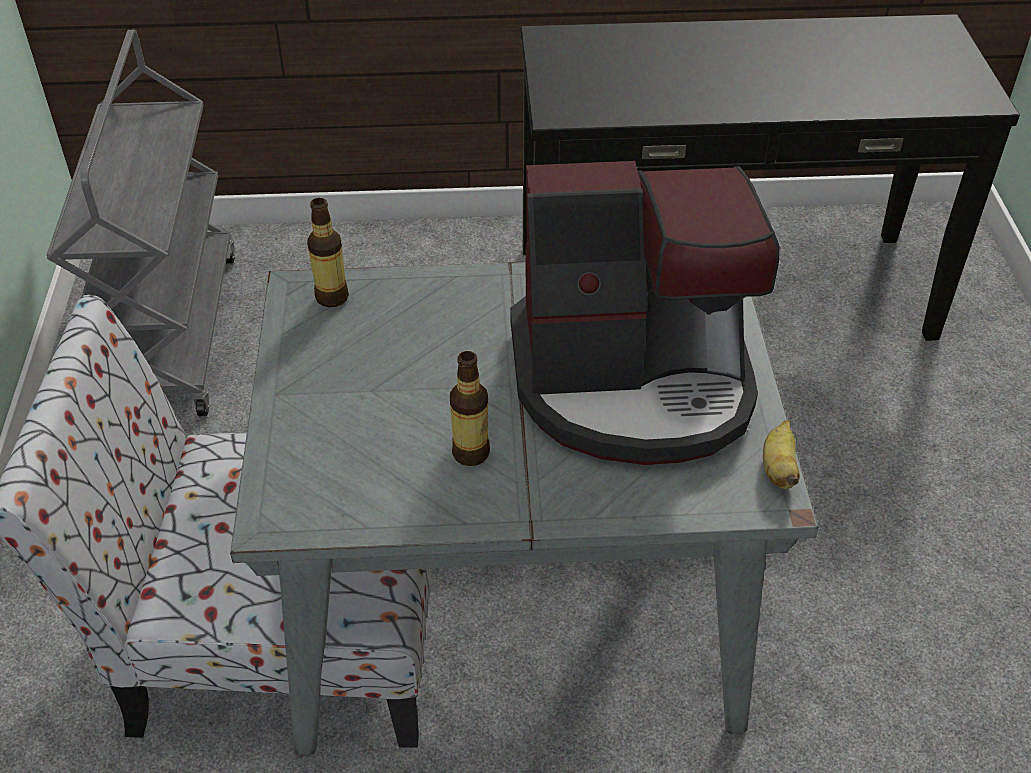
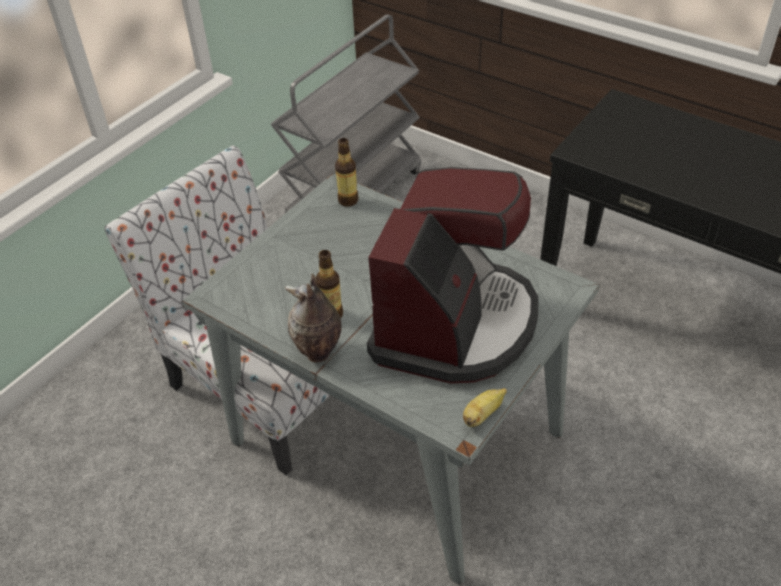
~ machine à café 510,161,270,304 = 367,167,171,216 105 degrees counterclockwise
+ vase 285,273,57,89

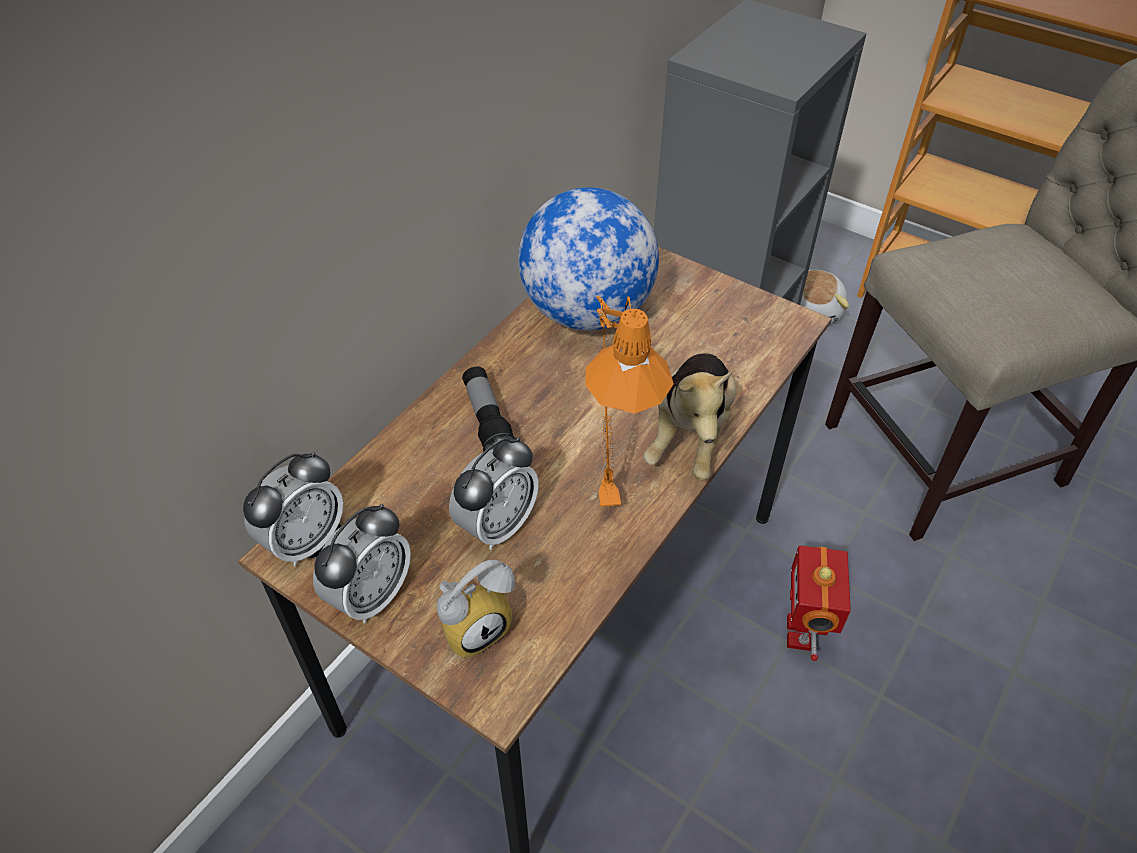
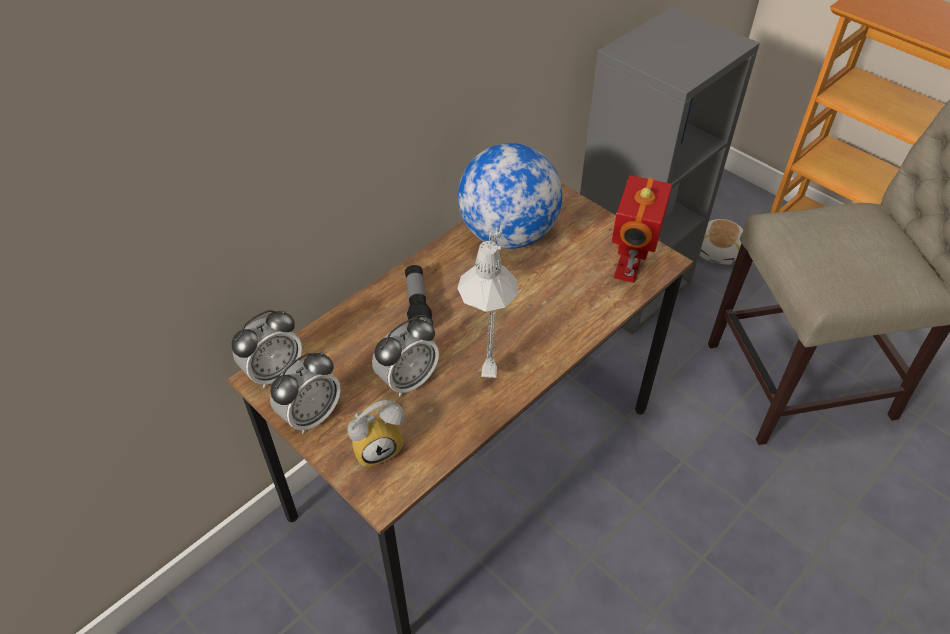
~ lampe de table (orange) 585,296,89,213 to lampe de table (gris) 457,225,61,153
- peluche 644,353,92,128
~ robot jouet 787,545,64,116 to 612,175,60,108

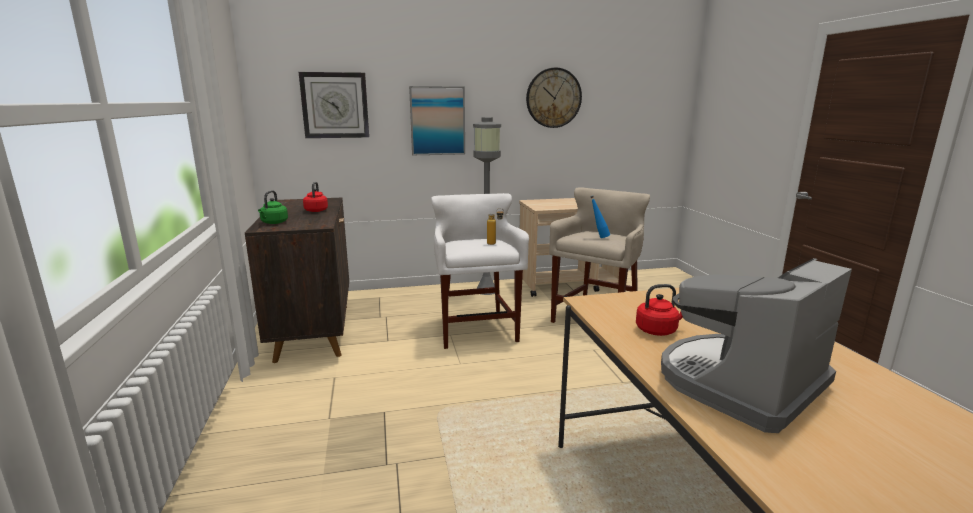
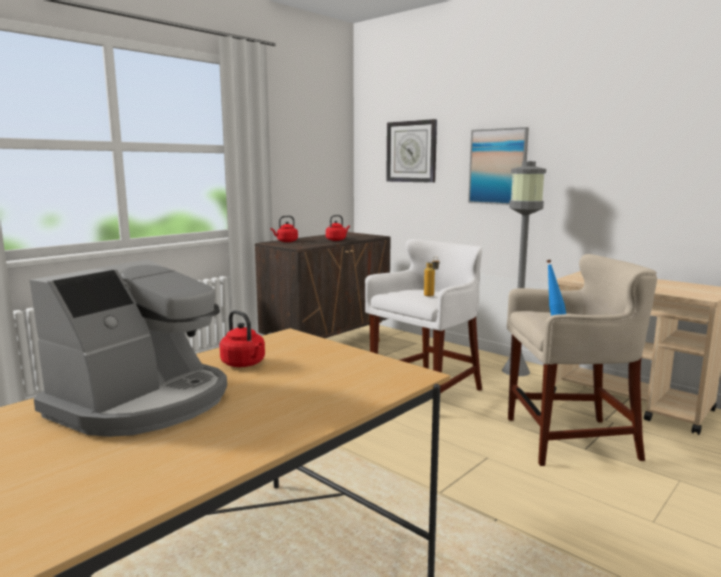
~ bouilloire (vert) 258,190,30,34 to bouilloire (rouge) 271,216,27,26
- horloge murale 526,68,56,60
~ machine à café 661,258,191,175 = 30,260,197,177 105 degrees clockwise

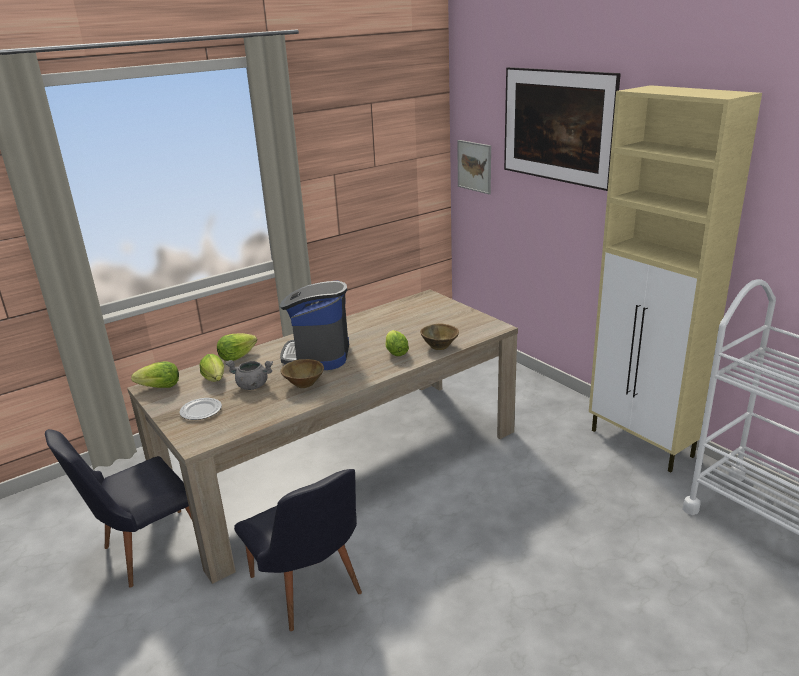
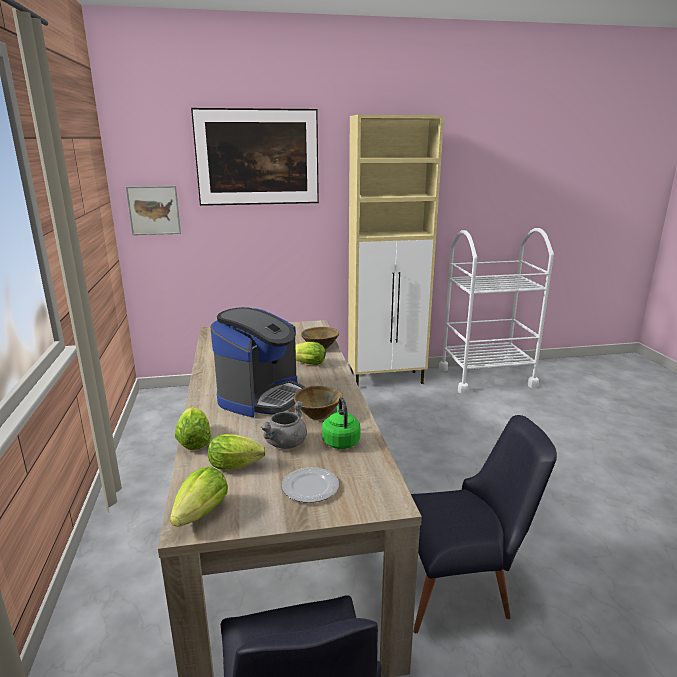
~ machine à café 280,281,69,89 = 211,307,94,110 90 degrees counterclockwise
+ bouilloire (vert) 322,397,38,52

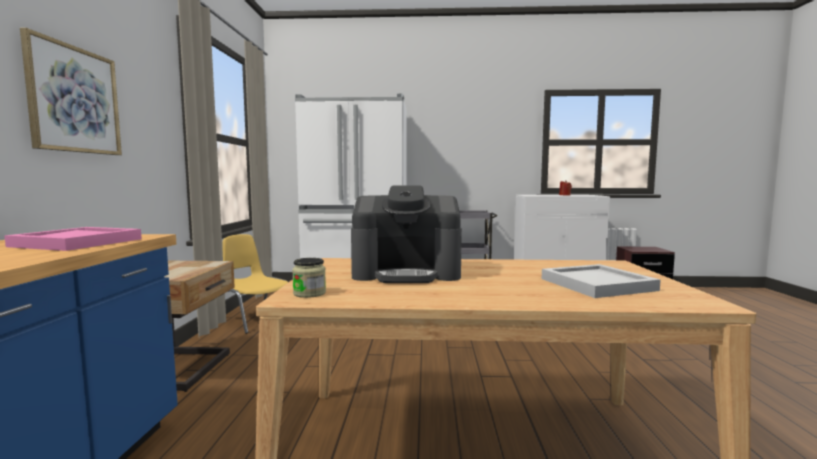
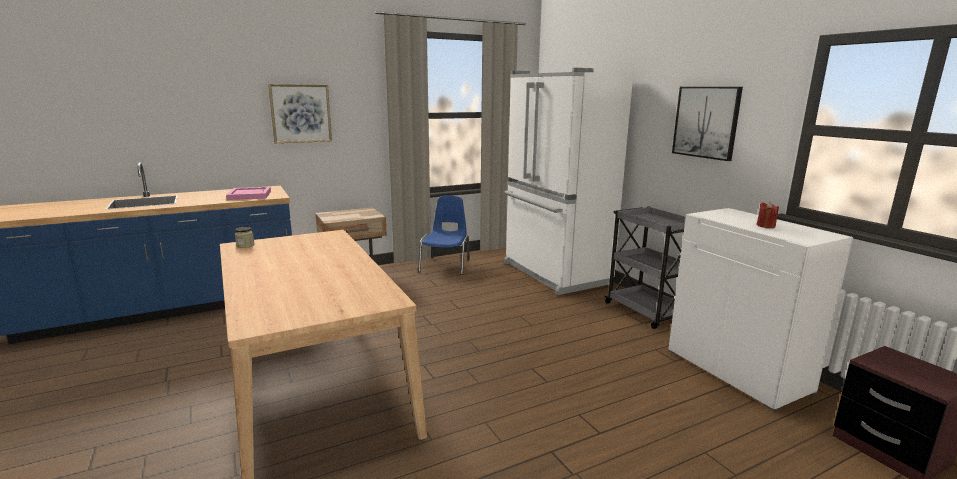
~ chaise (jaune) 222,234,66,100 to chaise (bleu) 418,195,52,80
- machine à café 351,185,111,98
- plateau (blanc) 542,264,119,34
+ tableau 672,87,71,74

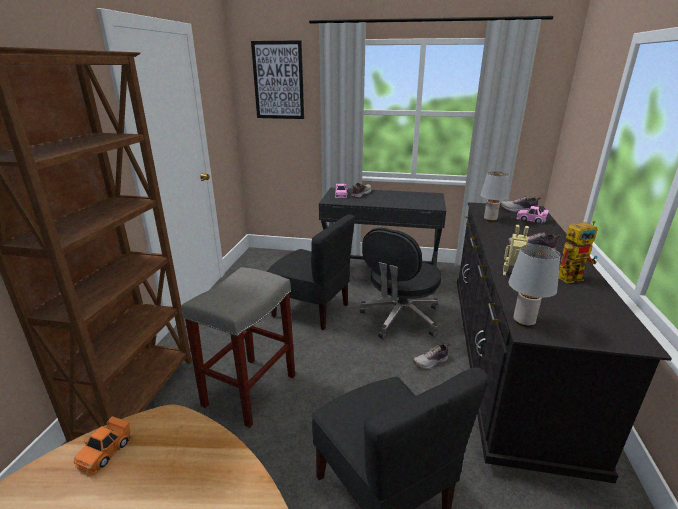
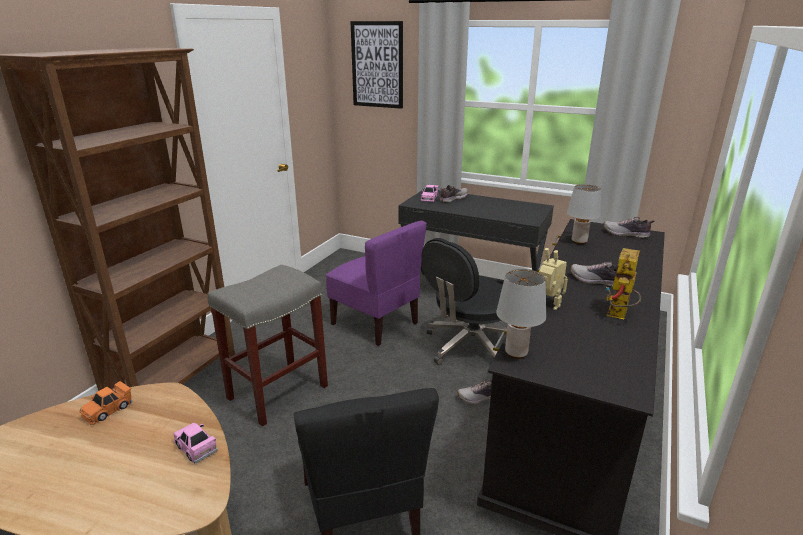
~ chaise (noir) 266,214,89,116 to chaise (violet) 326,221,101,125
~ petite voiture (rose) 516,206,33,18 to 173,423,44,40
~ robot jouet 559,221,39,63 = 606,248,35,71 120 degrees clockwise

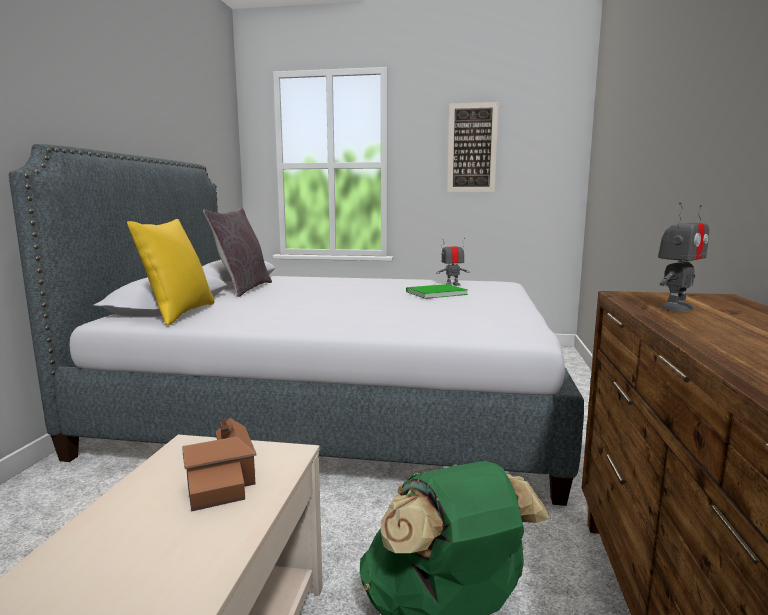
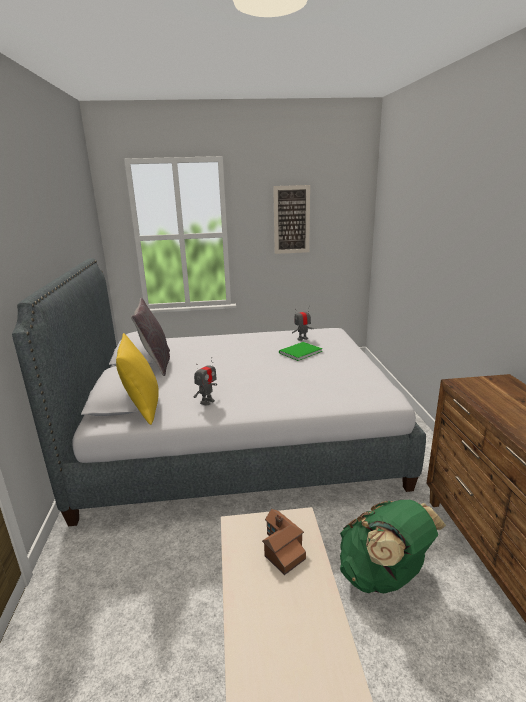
~ robot jouet 658,202,51,110 to 194,357,23,48

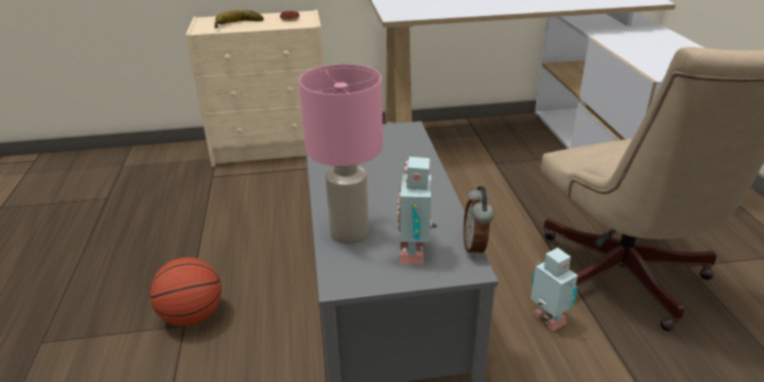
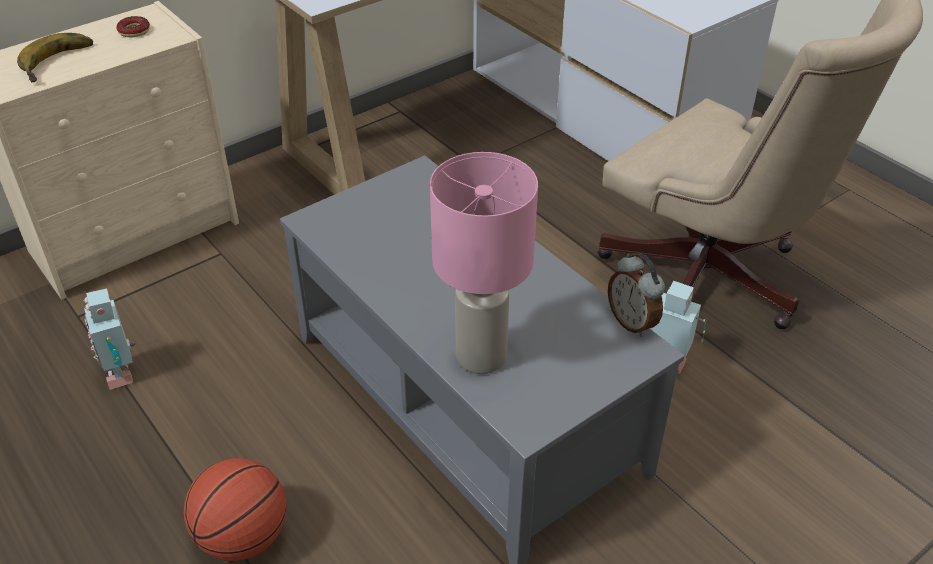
~ robot jouet 395,157,42,108 to 83,288,52,102

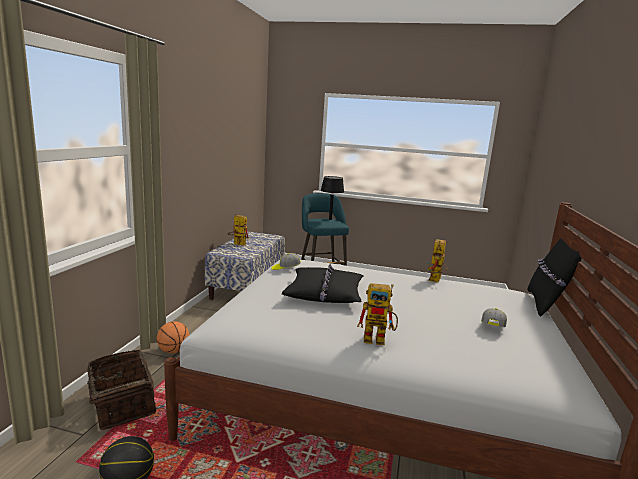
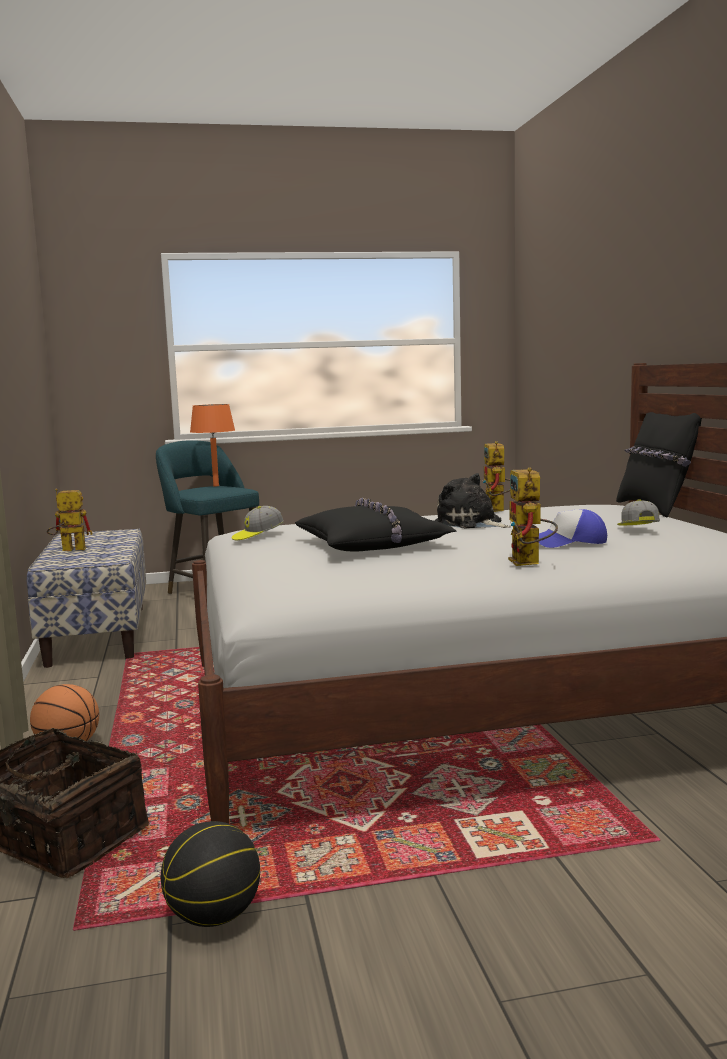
~ lampe de table (noir) 321,176,23,44 to lampe de table (orange) 190,404,45,83
~ robot jouet 357,283,41,62 = 508,467,50,99 105 degrees clockwise
+ peluche 435,473,76,55
+ casquette 539,509,68,39

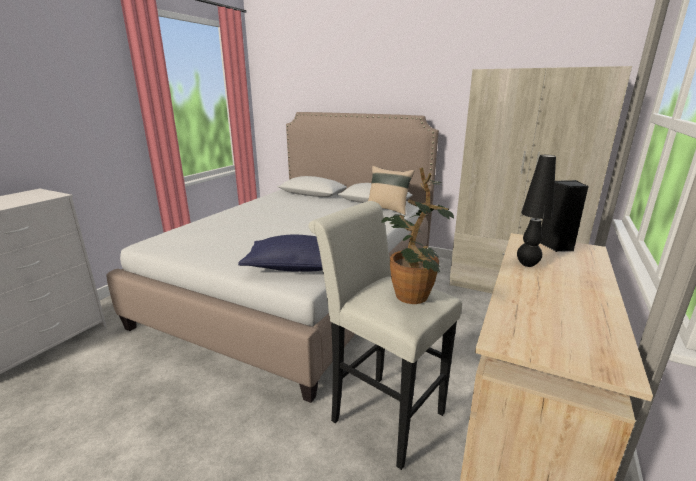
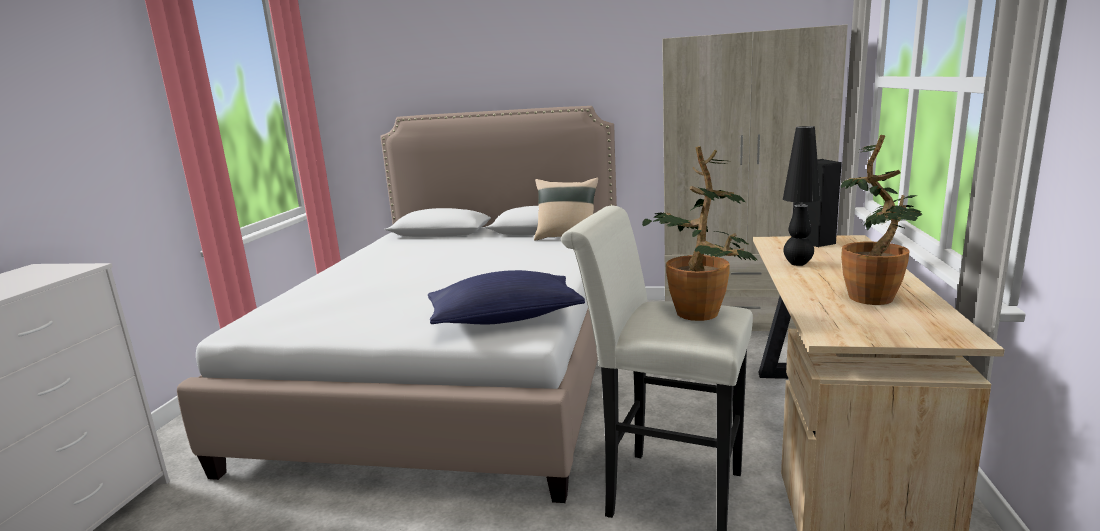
+ plante en pot 841,135,81,170

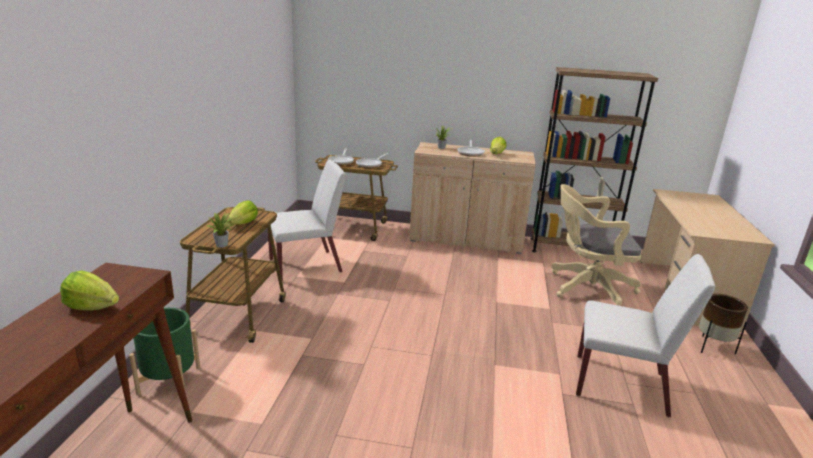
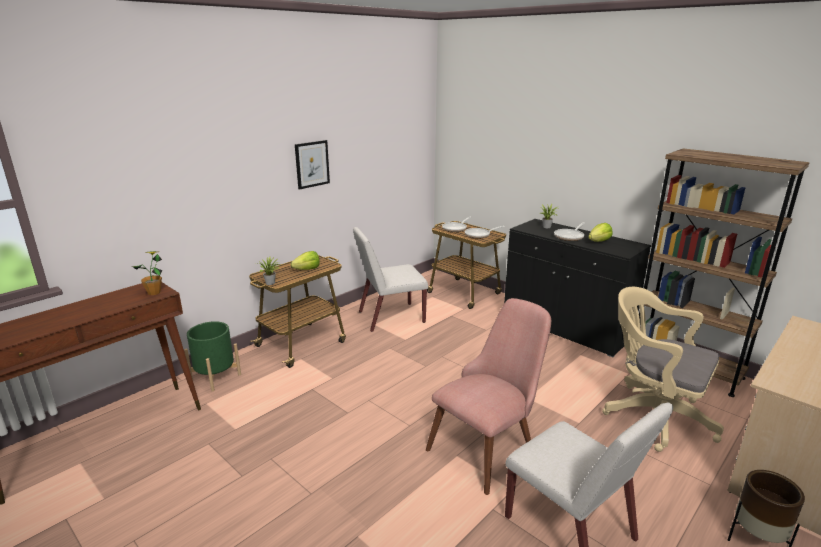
- laitue 60,271,59,40
~ chaise (blanc) 267,160,79,121 = 353,227,75,105 150 degrees clockwise
~ meuble de rangement (beige) 409,142,127,112 to meuble de rangement (noir) 504,219,147,138
+ plante en pot 132,251,31,44
+ tableau 295,140,35,49
+ chaise (rose) 426,298,125,197

